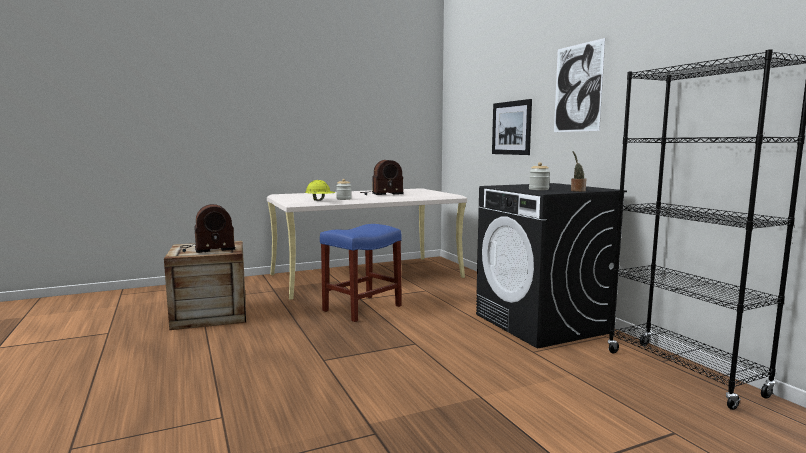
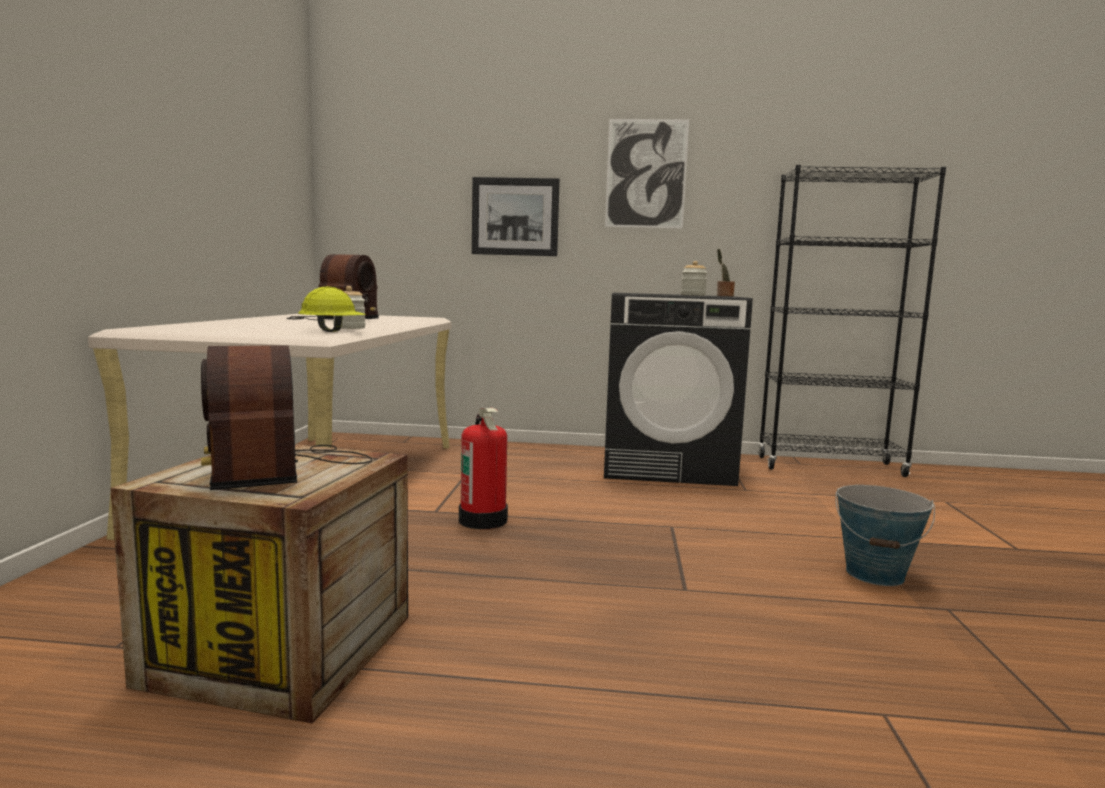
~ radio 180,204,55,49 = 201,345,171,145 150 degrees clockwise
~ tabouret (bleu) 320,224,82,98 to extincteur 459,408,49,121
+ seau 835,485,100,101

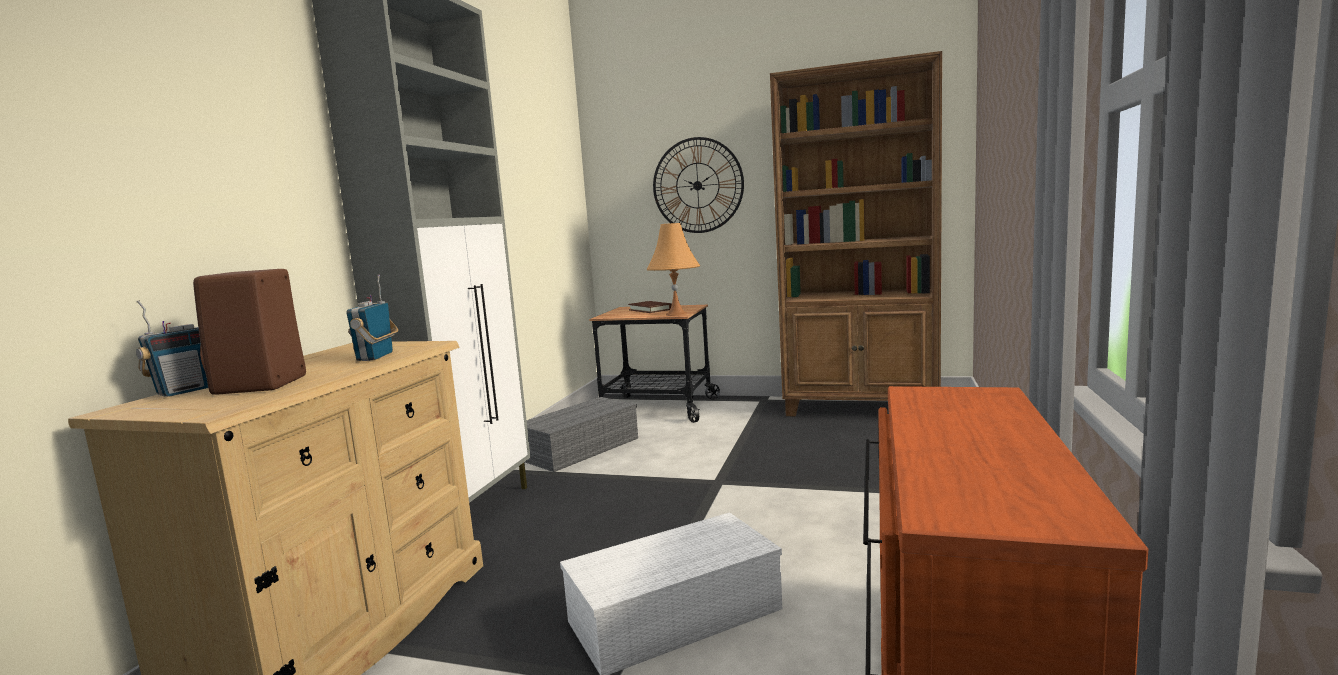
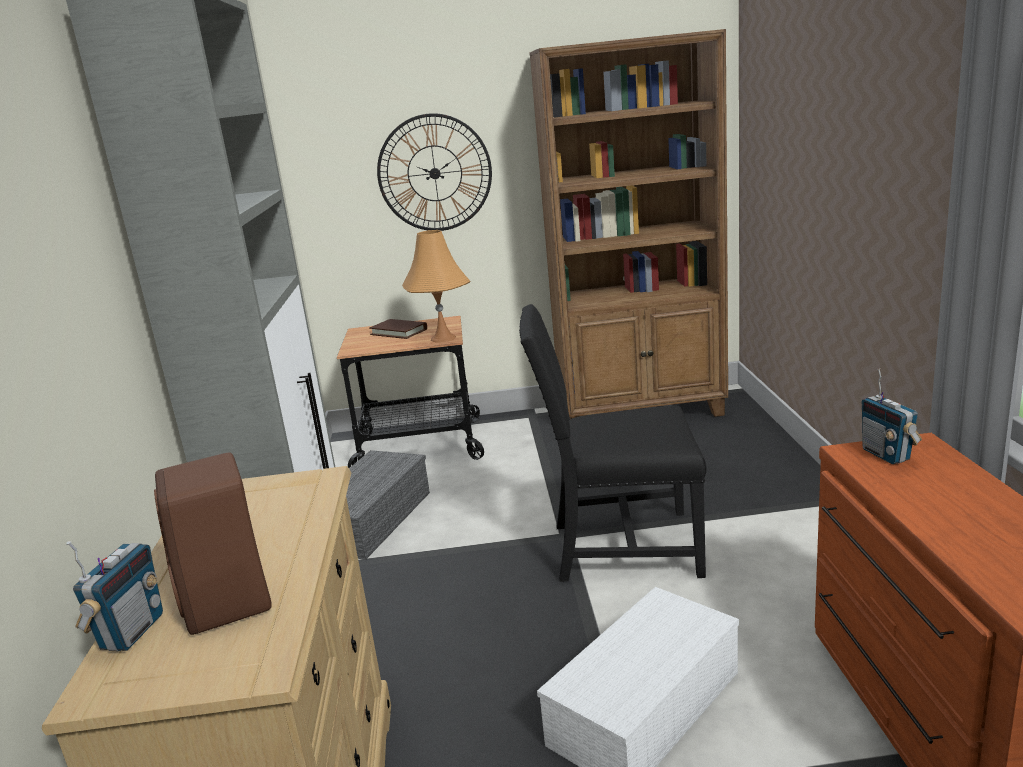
~ radio 346,275,52,86 to 861,369,61,95
+ chaise (noir) 519,304,188,278

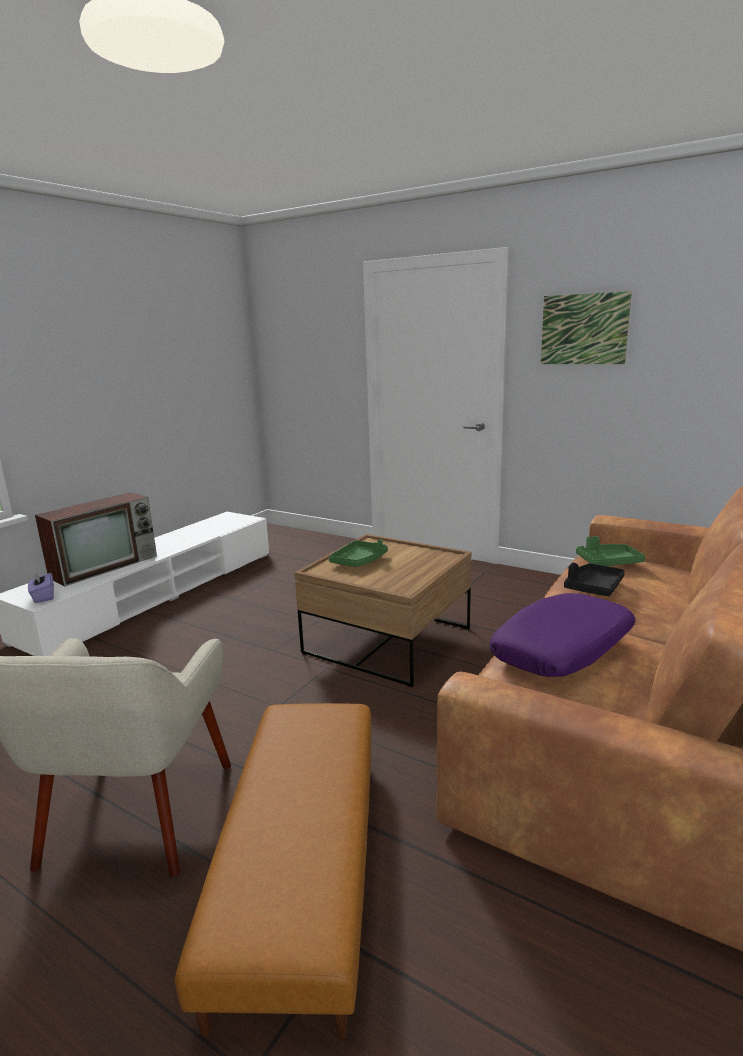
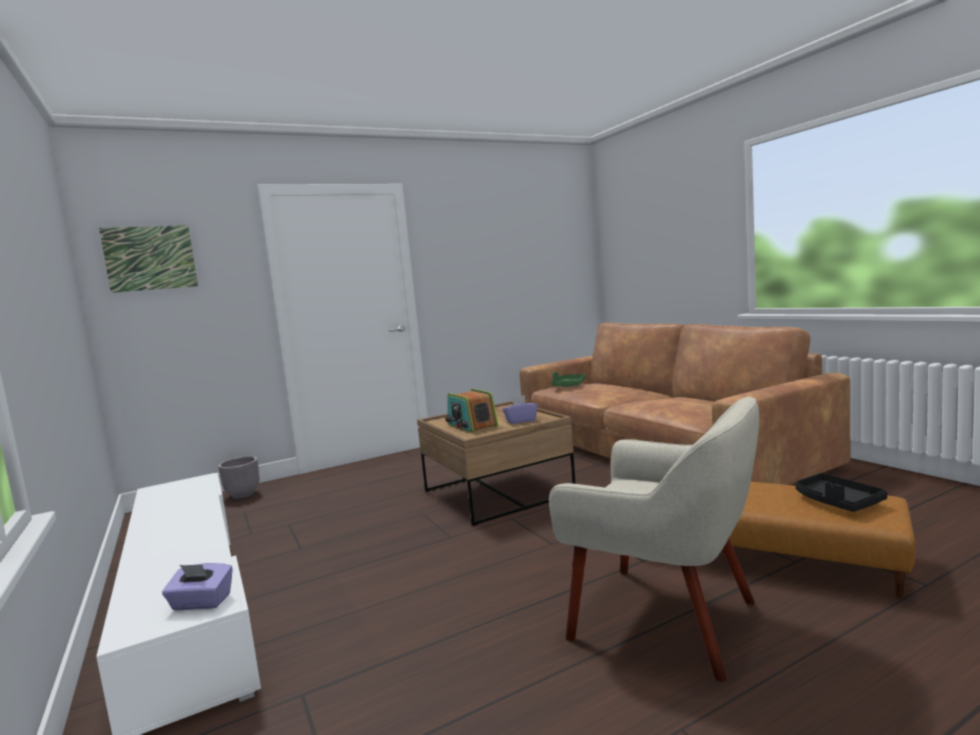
- téléviseur 35,492,122,95
~ plateau (vert) 329,539,59,28 to radio 445,389,53,44
- coussin (violet) 490,593,146,84
~ tableau 541,291,91,73 to 99,225,99,68
~ plateau (noir) 564,563,61,33 to 795,473,92,39
+ cache-pot (gris) 218,456,41,43
+ boîte à mouchoirs (violet) 503,395,35,29

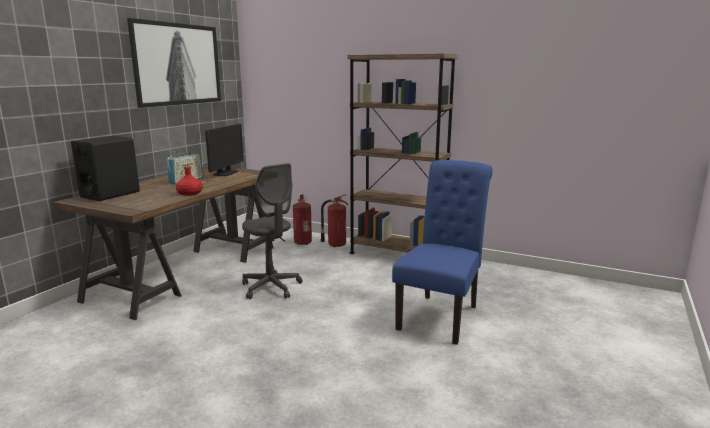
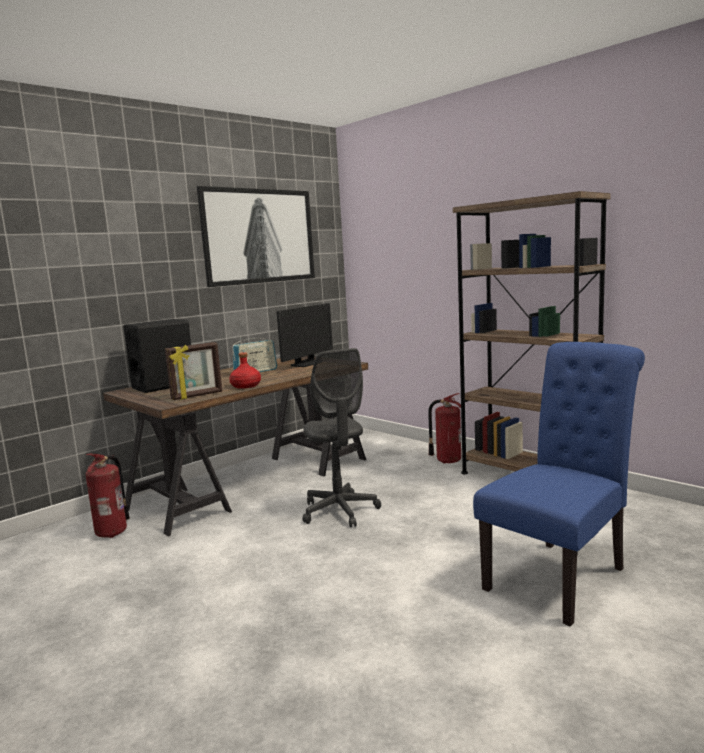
~ extincteur 293,195,19,50 to 86,454,44,84
+ cadre photo 165,342,57,58

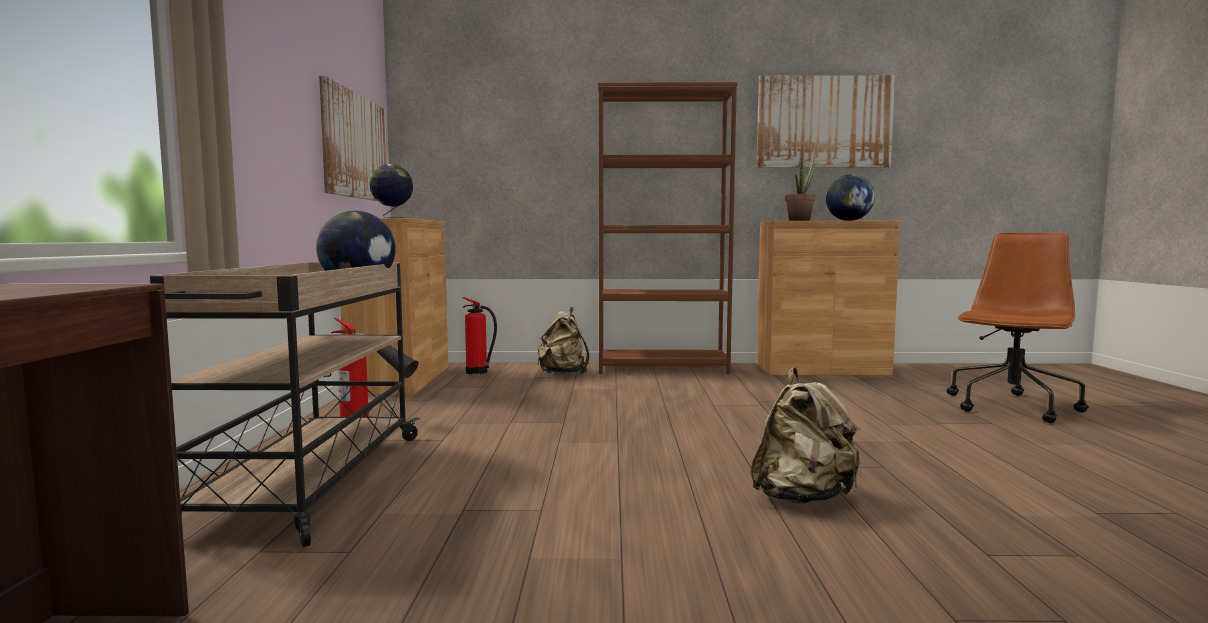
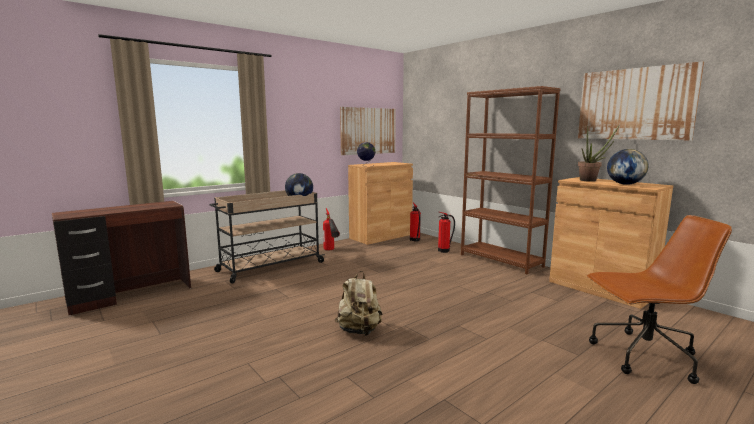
~ sac à dos (beige) 538,307,51,67 to extincteur 438,212,17,41

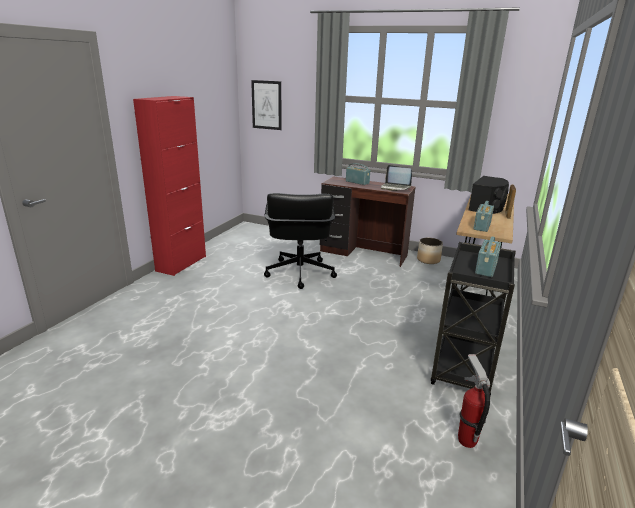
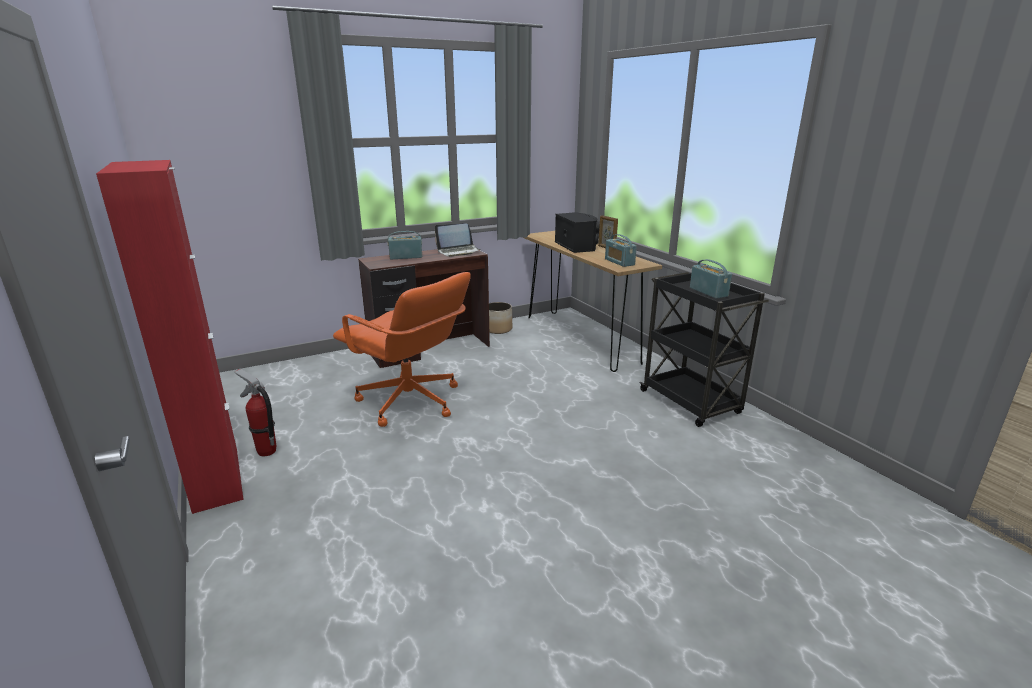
- tableau 251,80,30,50
~ chaise de bureau (noir) 264,193,73,96 to chaise de bureau (orange) 333,272,138,155
~ extincteur 458,354,32,94 to 234,369,42,87

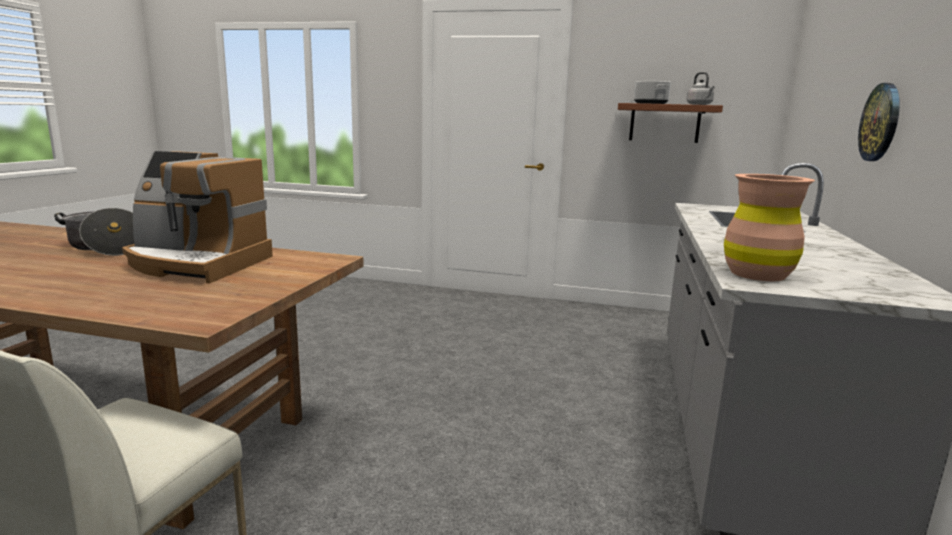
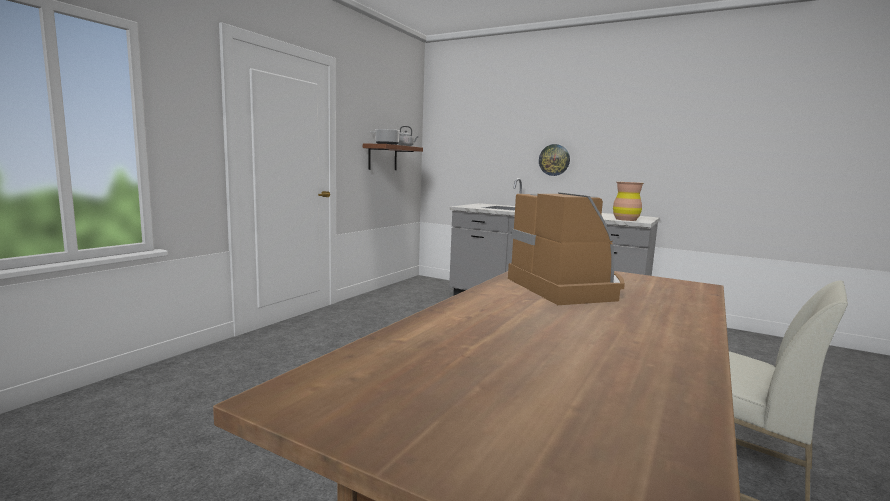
- marmite 54,208,80,48
~ machine à café 122,151,151,132 = 508,193,117,112 45 degrees counterclockwise

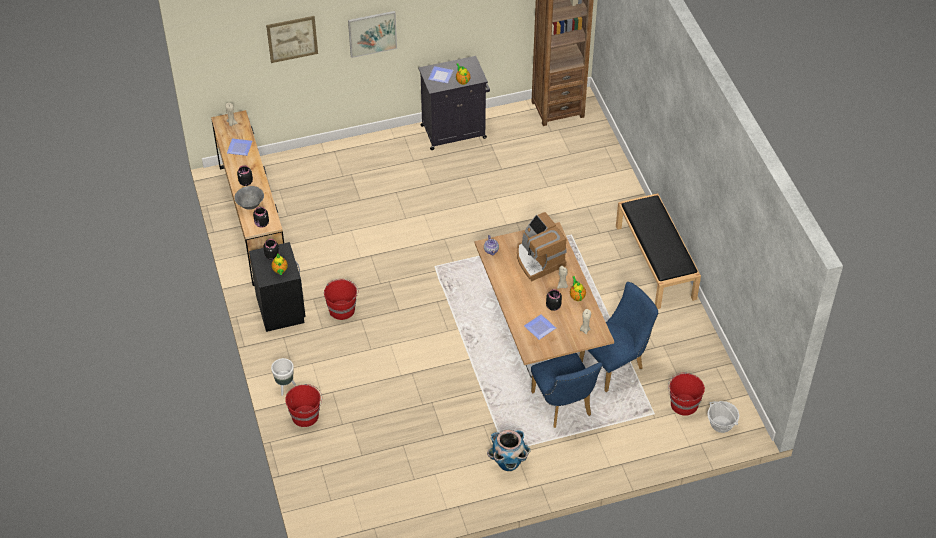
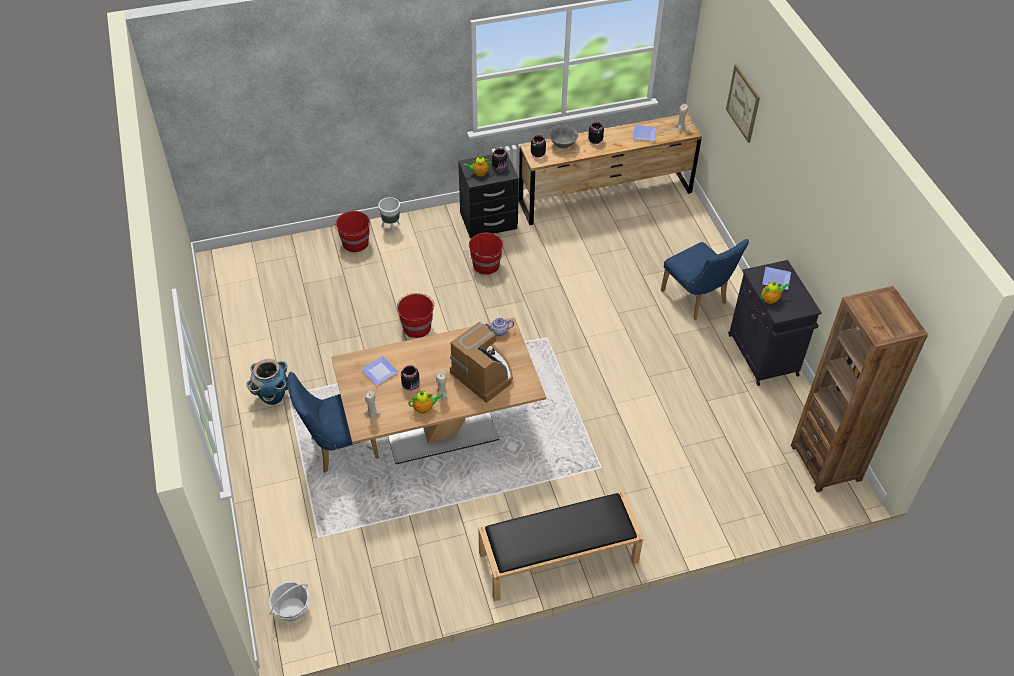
- tableau 348,11,49,47
~ machine à café 517,212,50,70 = 450,322,63,81 75 degrees clockwise
~ chaise (bleu) 579,282,79,110 to 661,239,88,81
~ seau (rouge) 668,372,37,44 to 397,293,37,45

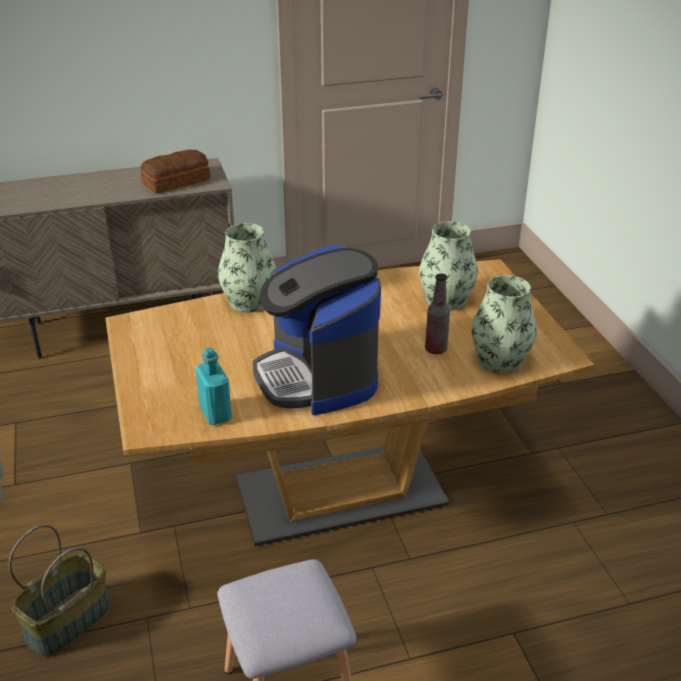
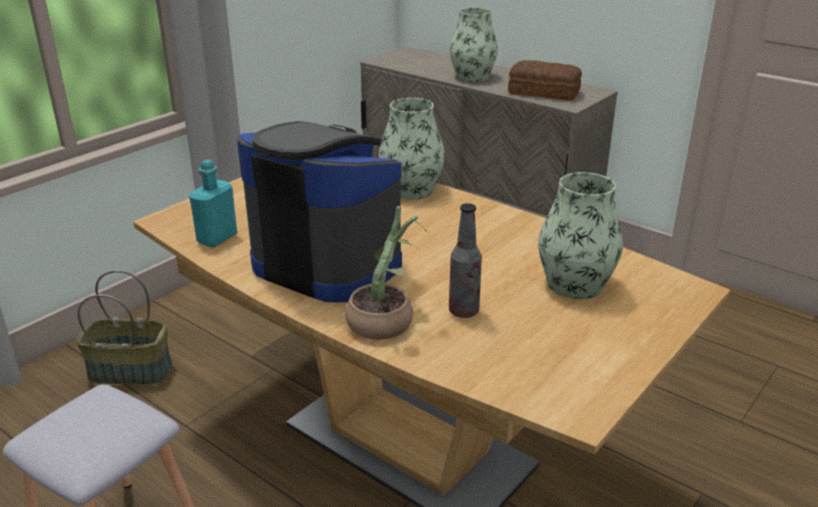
~ machine à café 253,245,128,170 = 237,121,165,182 90 degrees clockwise
~ vase 471,275,66,98 to 450,8,48,74
+ plante en pot 345,206,83,134

